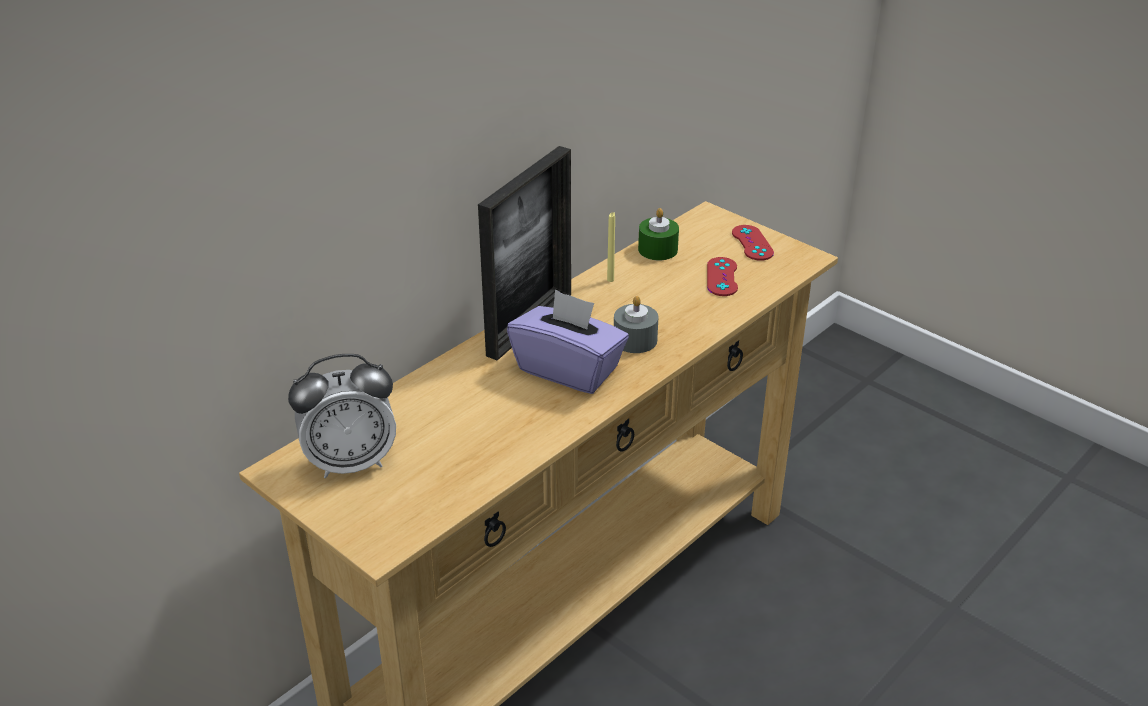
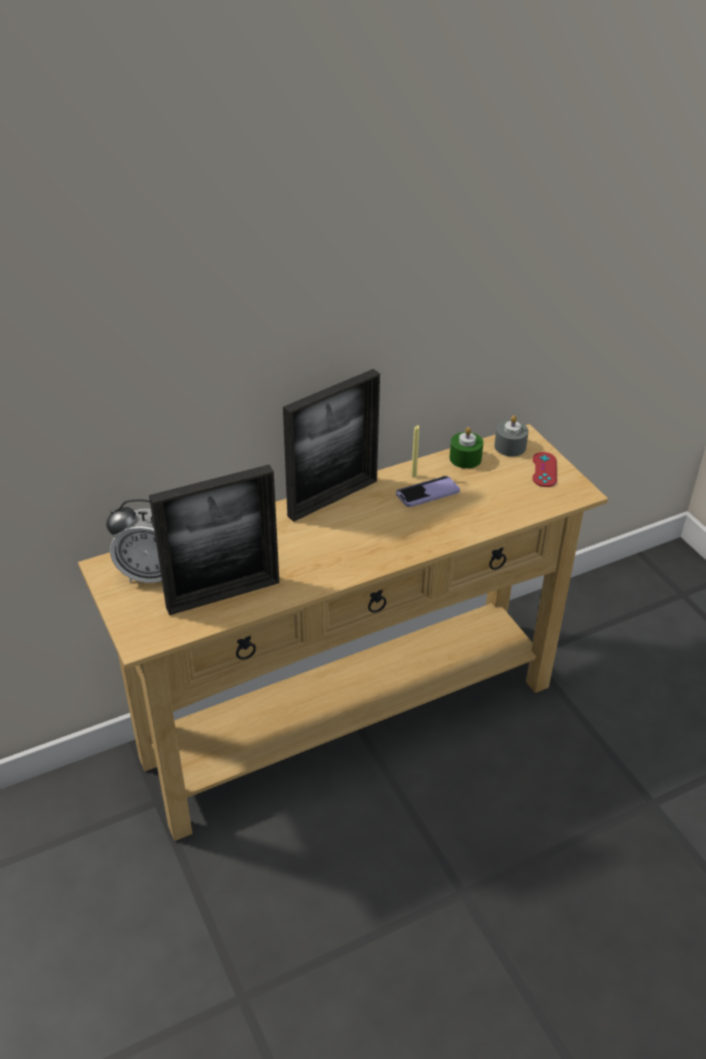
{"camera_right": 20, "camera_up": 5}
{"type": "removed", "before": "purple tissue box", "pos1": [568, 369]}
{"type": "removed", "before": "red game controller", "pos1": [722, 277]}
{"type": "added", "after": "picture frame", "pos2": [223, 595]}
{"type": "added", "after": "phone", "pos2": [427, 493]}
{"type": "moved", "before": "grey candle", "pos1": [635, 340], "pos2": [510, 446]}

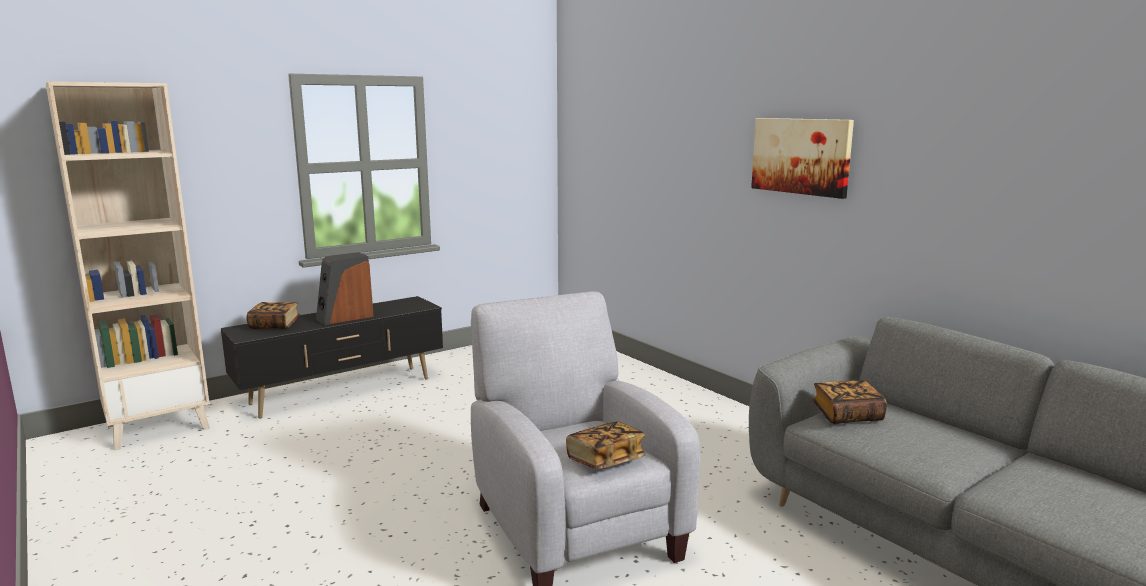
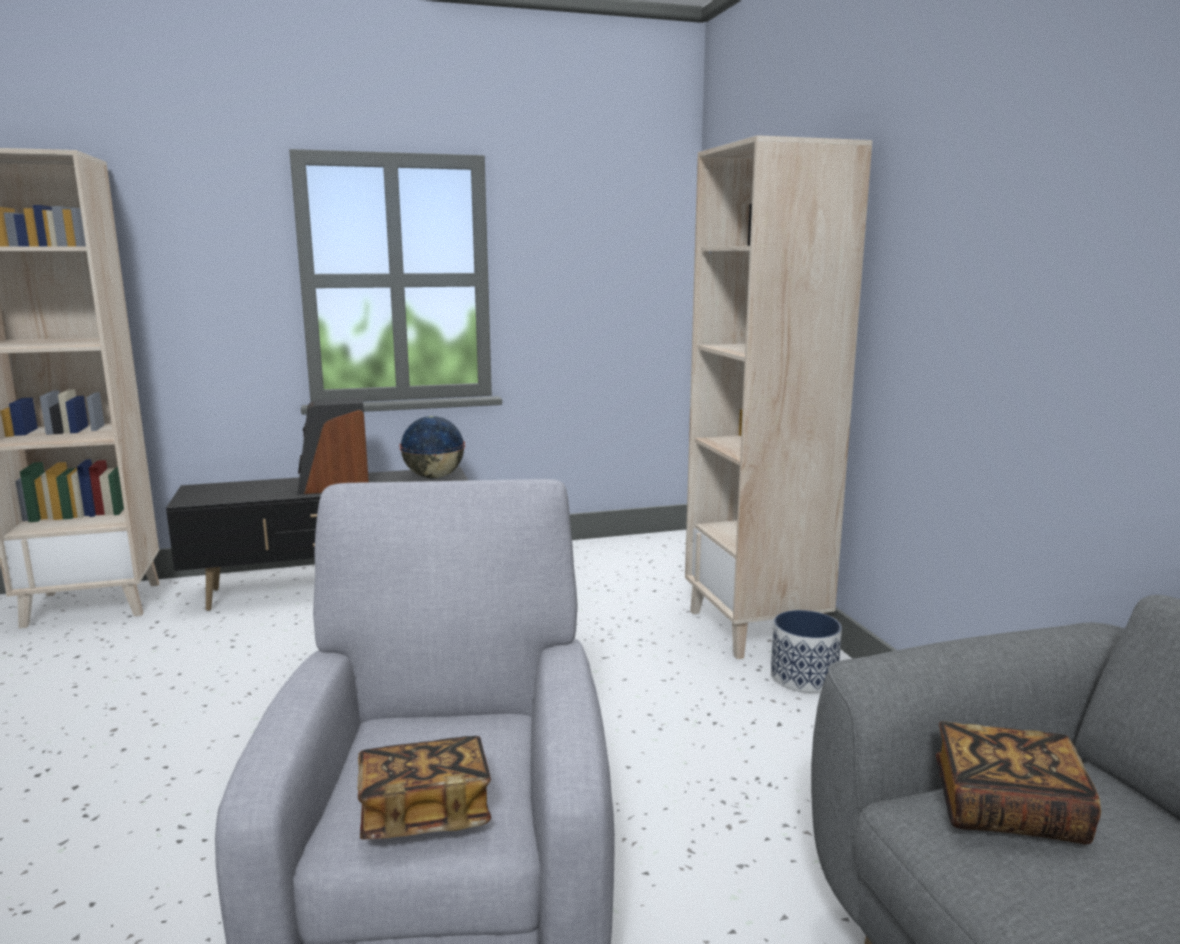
{"camera_right": 20, "camera_up": 0}
{"type": "removed", "before": "book", "pos1": [274, 325]}
{"type": "removed", "before": "picture", "pos1": [801, 156]}
{"type": "added", "after": "globe", "pos2": [434, 477]}
{"type": "added", "after": "beige bookcase", "pos2": [756, 628]}
{"type": "added", "after": "planter", "pos2": [804, 677]}

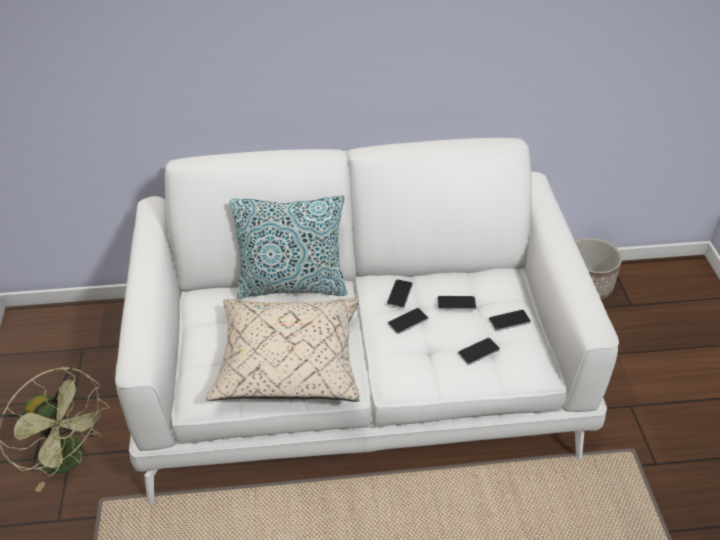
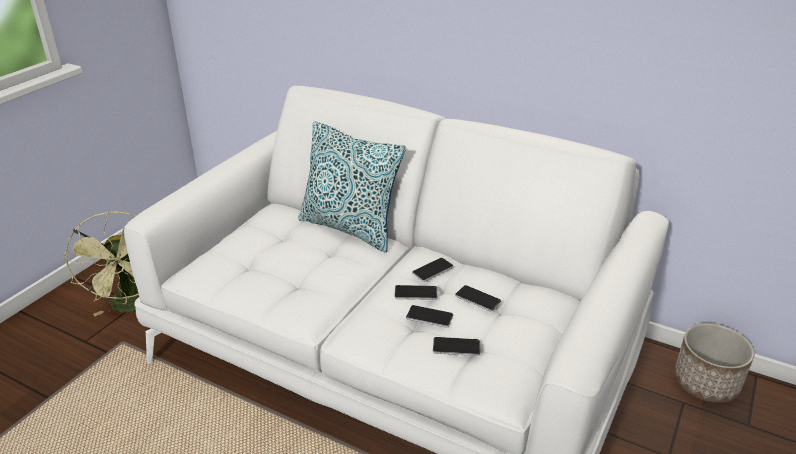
{"camera_right": 35, "camera_up": -10}
{"type": "removed", "before": "beige pillow", "pos1": [288, 363]}
{"type": "moved", "before": "phone", "pos1": [509, 321], "pos2": [429, 317]}

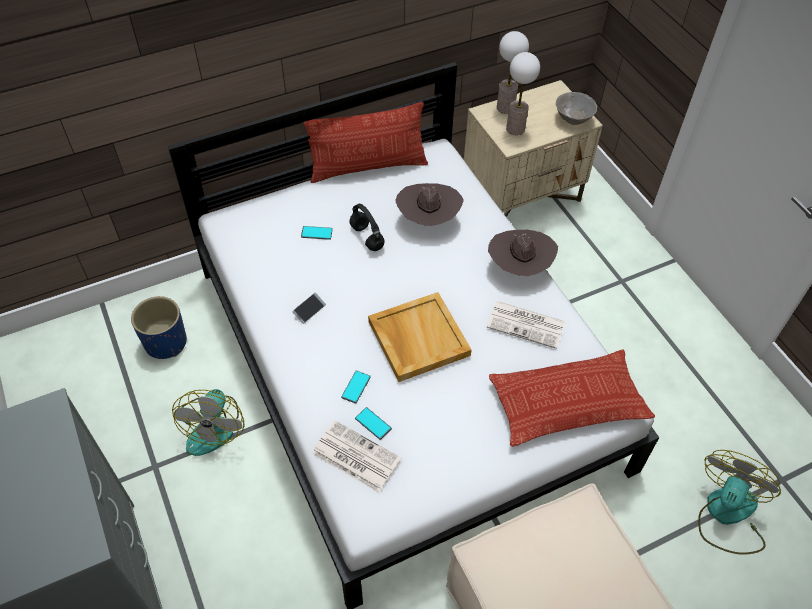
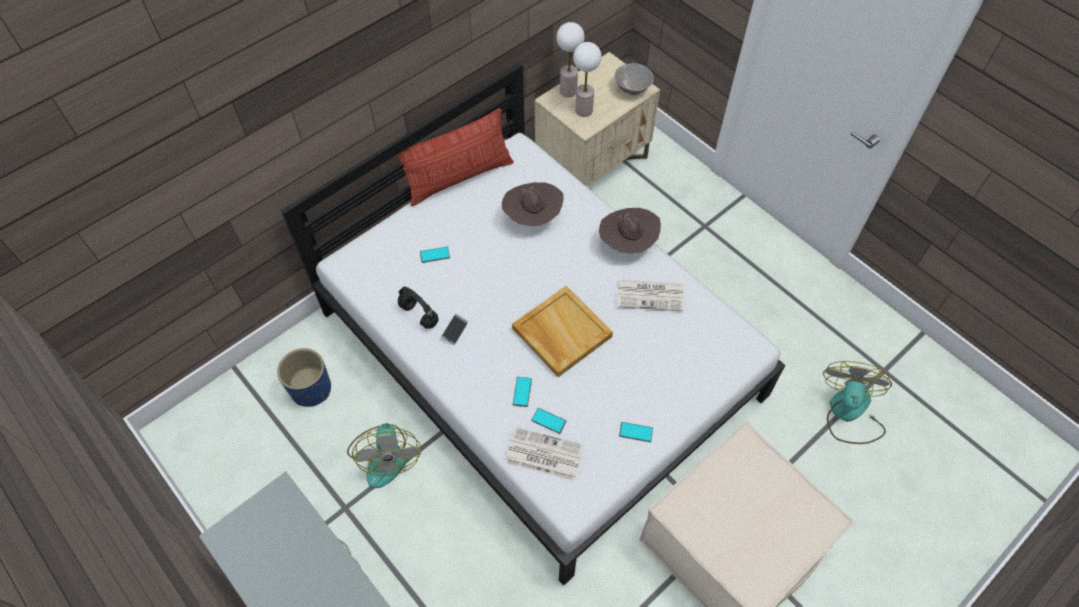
{"camera_right": -15, "camera_up": 5}
{"type": "removed", "before": "pillow", "pos1": [567, 402]}
{"type": "added", "after": "phone", "pos2": [636, 432]}
{"type": "moved", "before": "black headphones", "pos1": [367, 238], "pos2": [420, 315]}

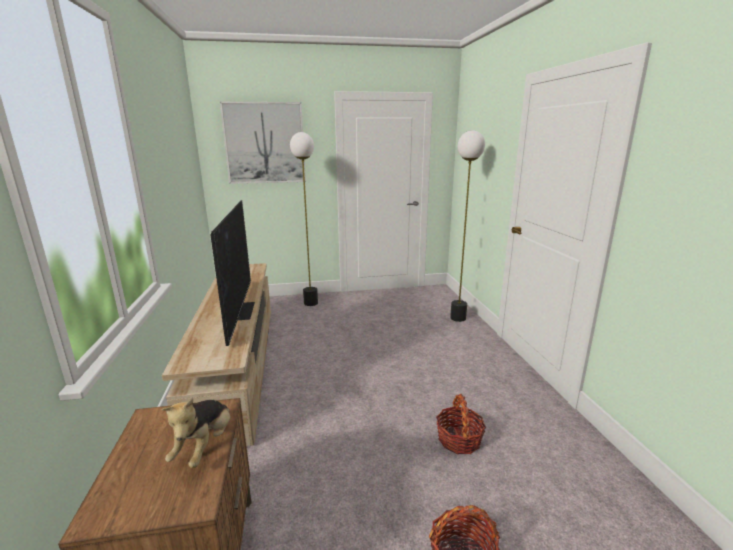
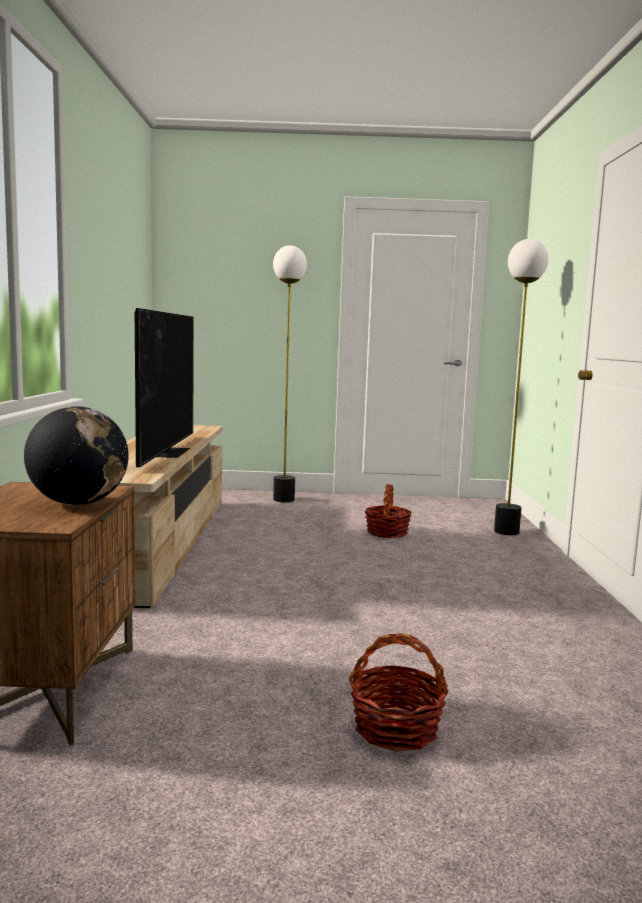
{"camera_right": 10, "camera_up": -10}
{"type": "removed", "before": "picture", "pos1": [265, 143]}
{"type": "moved", "before": "basket", "pos1": [459, 440], "pos2": [387, 532]}
{"type": "replaced", "before": "plush toy", "after": "globe", "pos1": [205, 446], "pos2": [78, 503]}

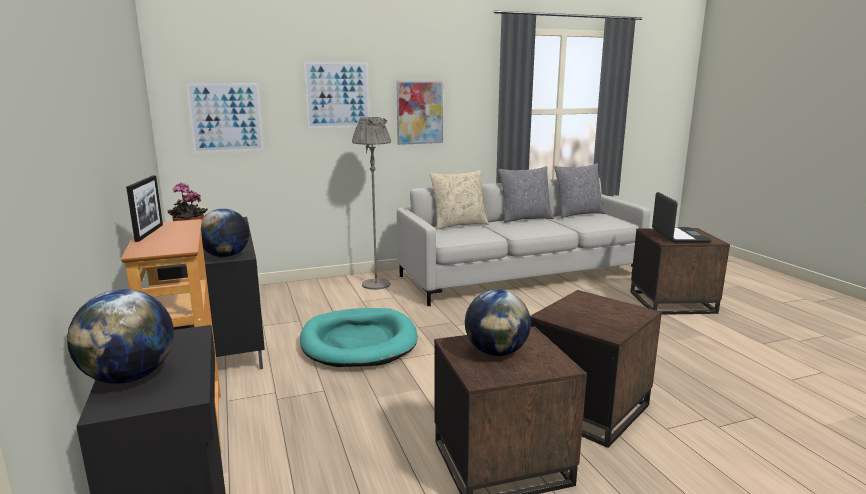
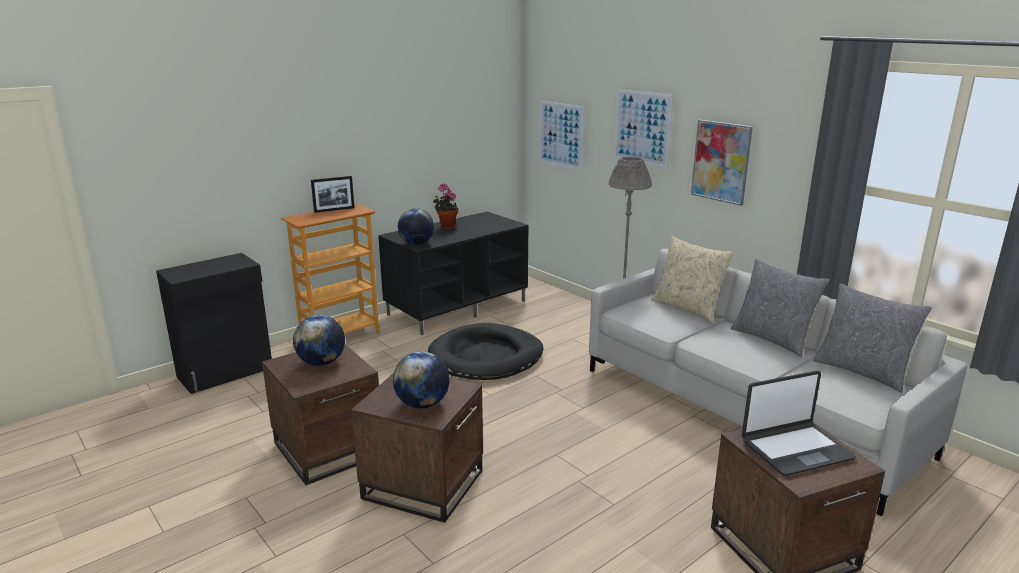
{"camera_right": 70, "camera_up": 5}
{"type": "moved", "before": "globe", "pos1": [130, 377], "pos2": [422, 404]}
{"type": "recoloured", "before": "turquoise dog bed", "after": "black dog bed", "pos1": [359, 342], "pos2": [486, 357]}

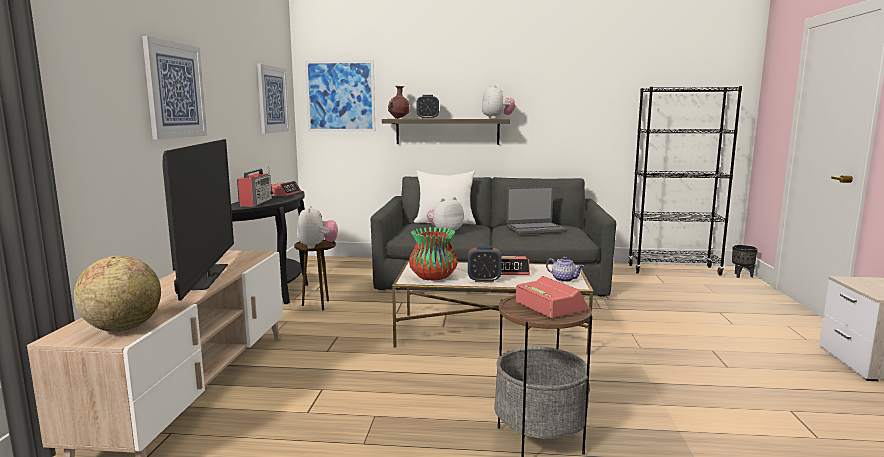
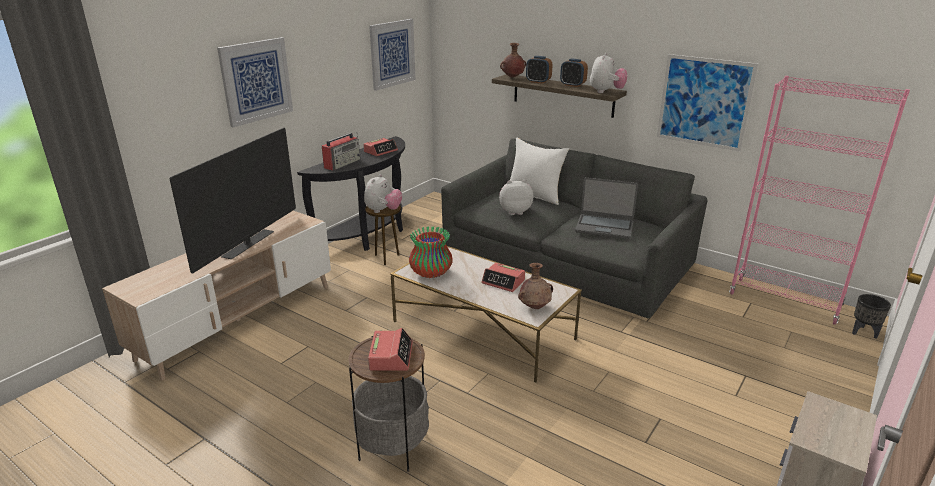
{"camera_right": 30, "camera_up": 15}
{"type": "removed", "before": "globe", "pos1": [123, 328]}
{"type": "moved", "before": "picture", "pos1": [340, 96], "pos2": [704, 102]}
{"type": "moved", "before": "alarm clock", "pos1": [484, 280], "pos2": [572, 85]}
{"type": "replaced", "before": "teapot", "after": "brown vase", "pos1": [564, 279], "pos2": [535, 307]}
{"type": "recoloured", "before": "black bookcase", "after": "pink bookcase", "pos1": [673, 270], "pos2": [785, 301]}

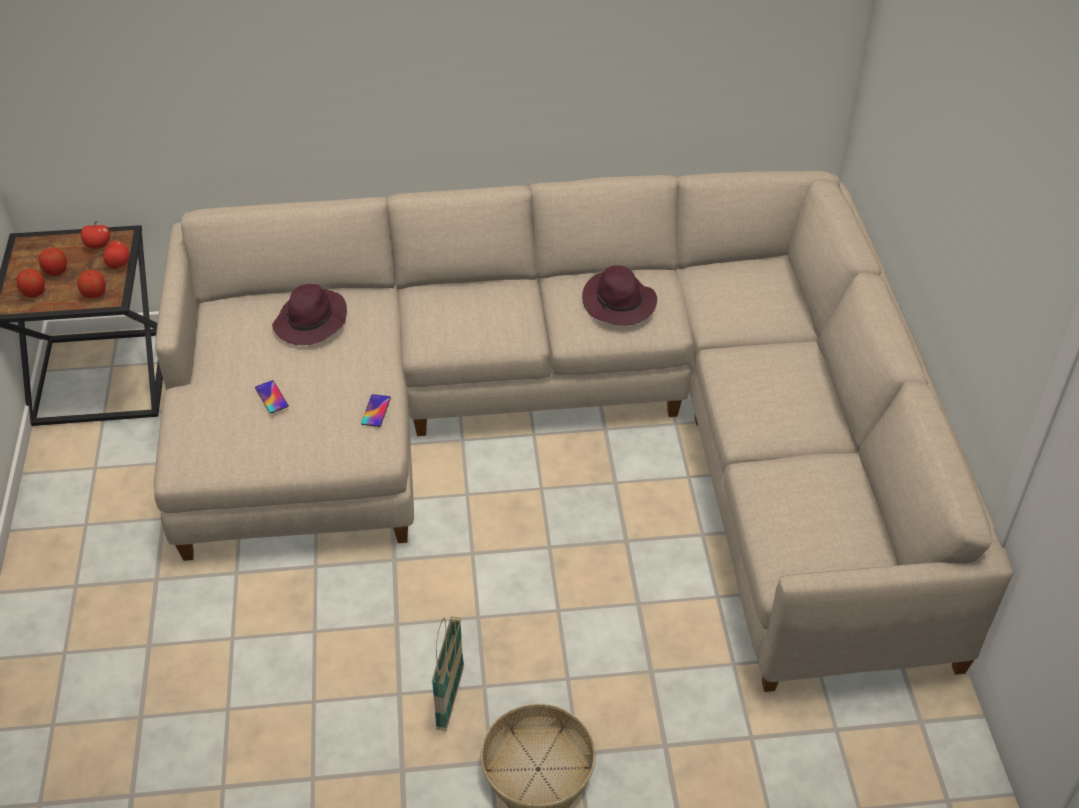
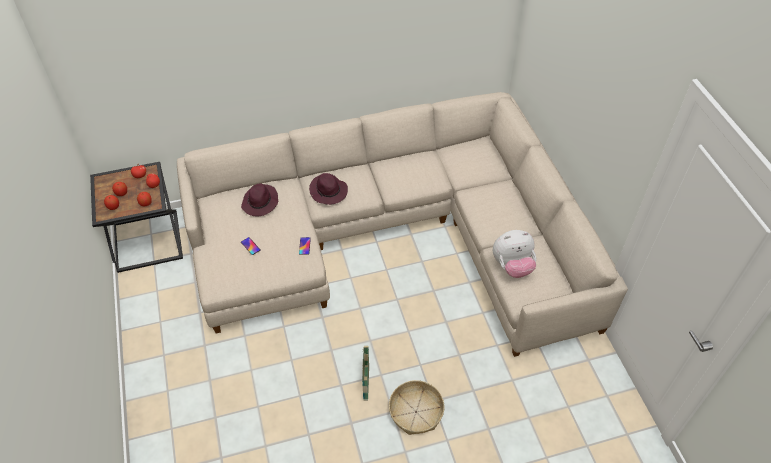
{"camera_right": -10, "camera_up": 5}
{"type": "added", "after": "plush toy", "pos2": [512, 266]}
{"type": "moved", "before": "purple hat", "pos1": [619, 303], "pos2": [329, 191]}

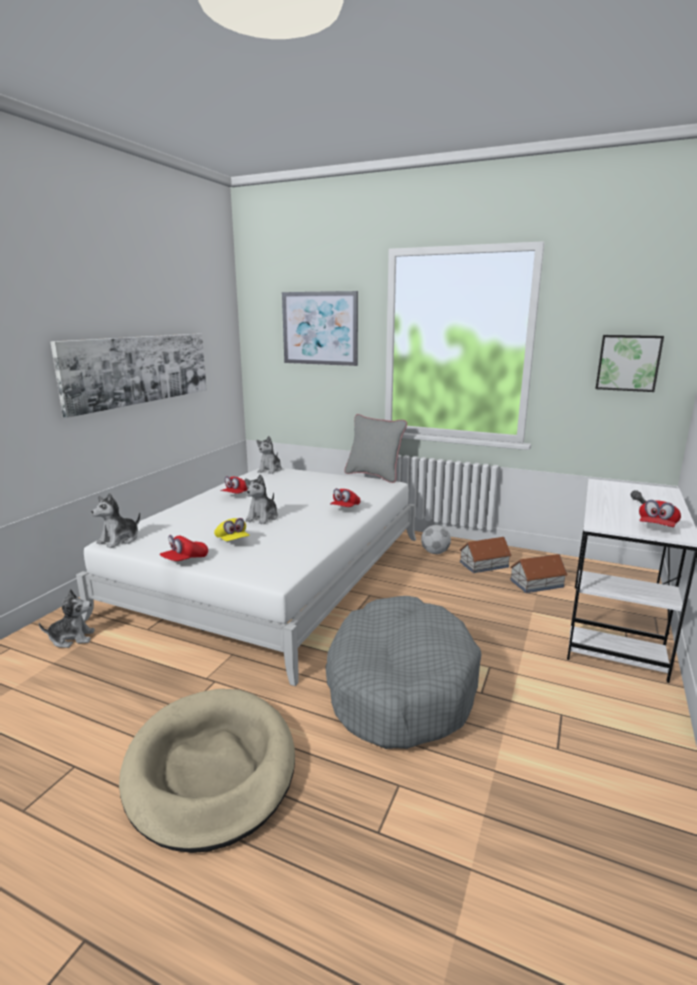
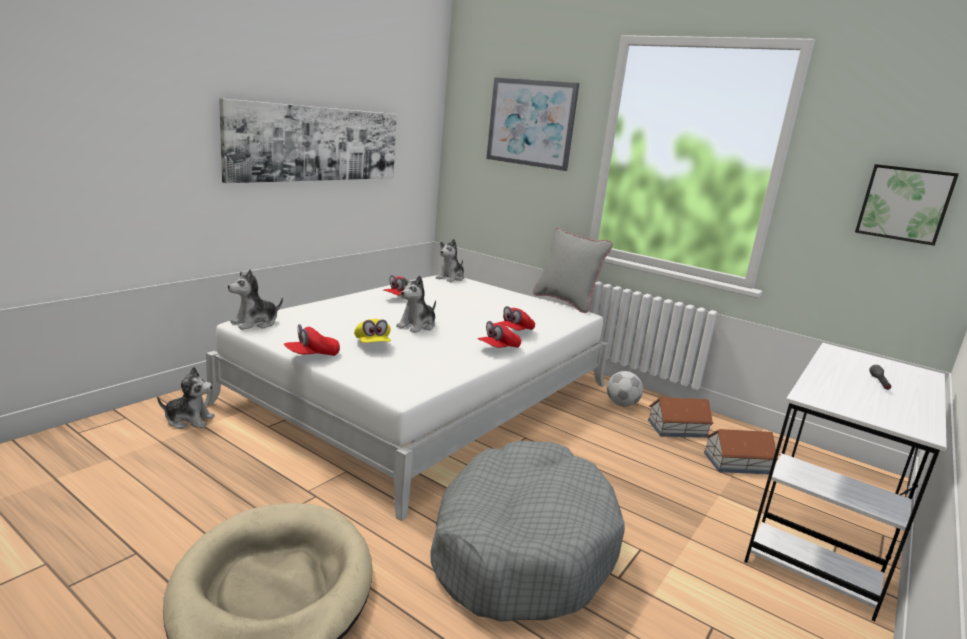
{"camera_right": 10, "camera_up": 0}
{"type": "moved", "before": "red cap", "pos1": [656, 527], "pos2": [498, 348]}

